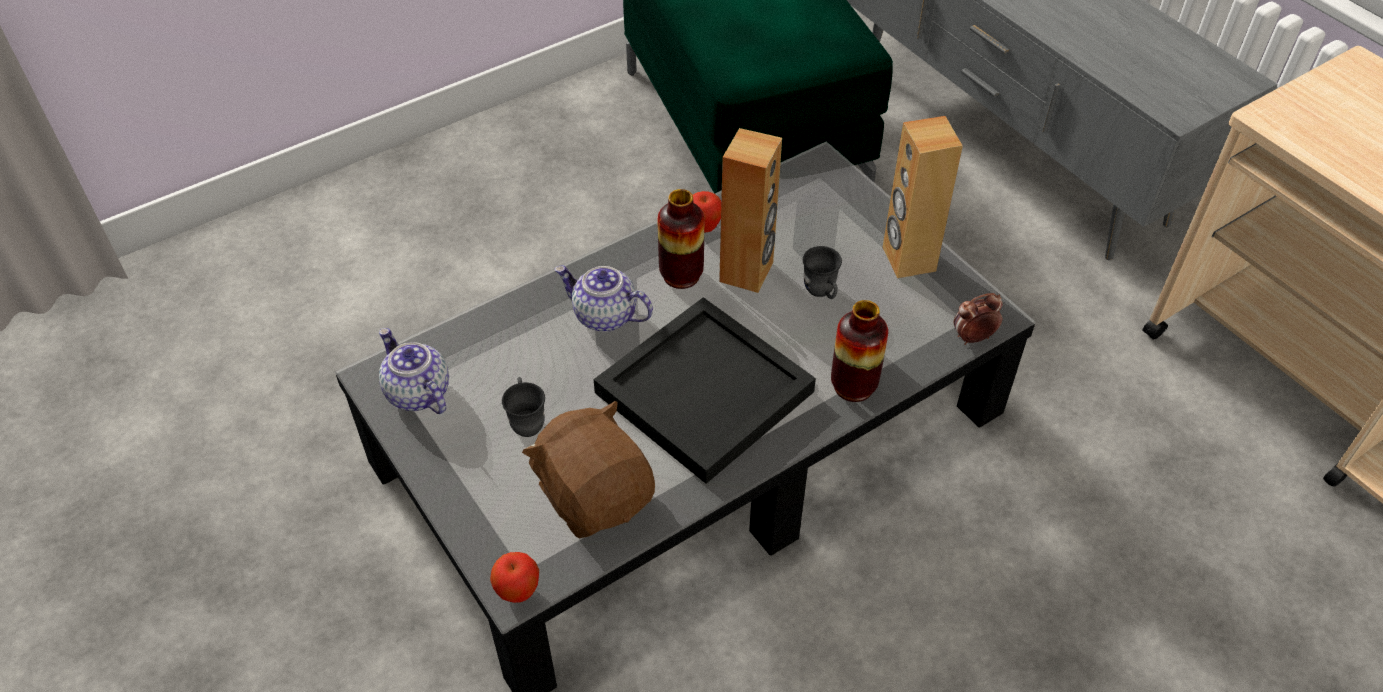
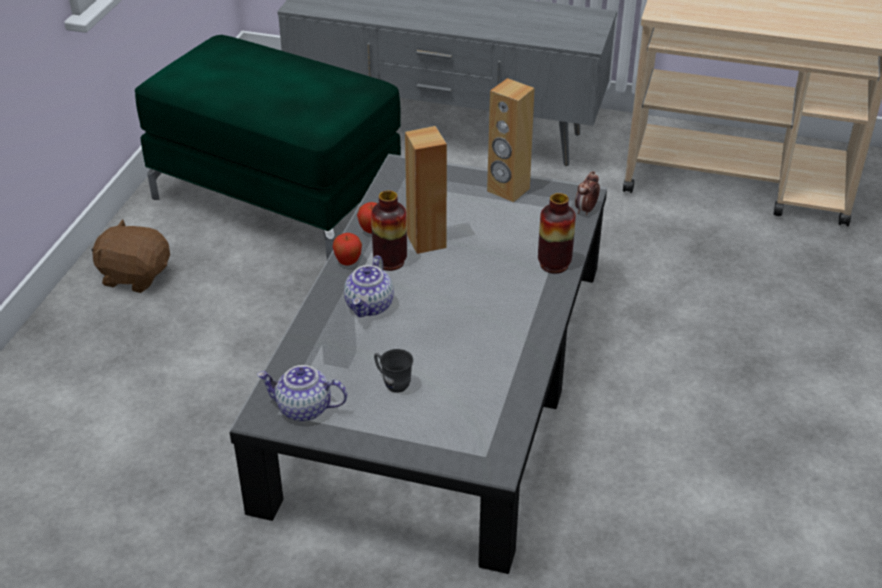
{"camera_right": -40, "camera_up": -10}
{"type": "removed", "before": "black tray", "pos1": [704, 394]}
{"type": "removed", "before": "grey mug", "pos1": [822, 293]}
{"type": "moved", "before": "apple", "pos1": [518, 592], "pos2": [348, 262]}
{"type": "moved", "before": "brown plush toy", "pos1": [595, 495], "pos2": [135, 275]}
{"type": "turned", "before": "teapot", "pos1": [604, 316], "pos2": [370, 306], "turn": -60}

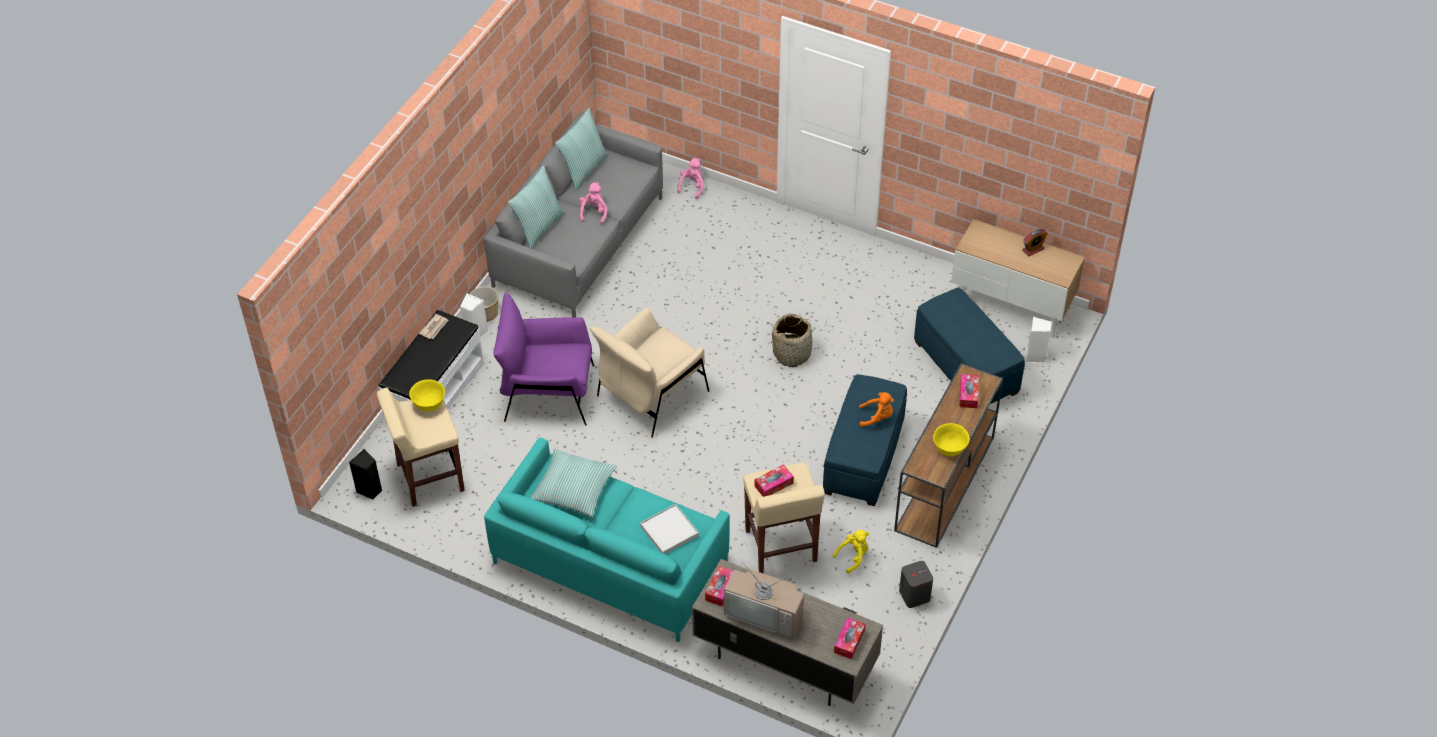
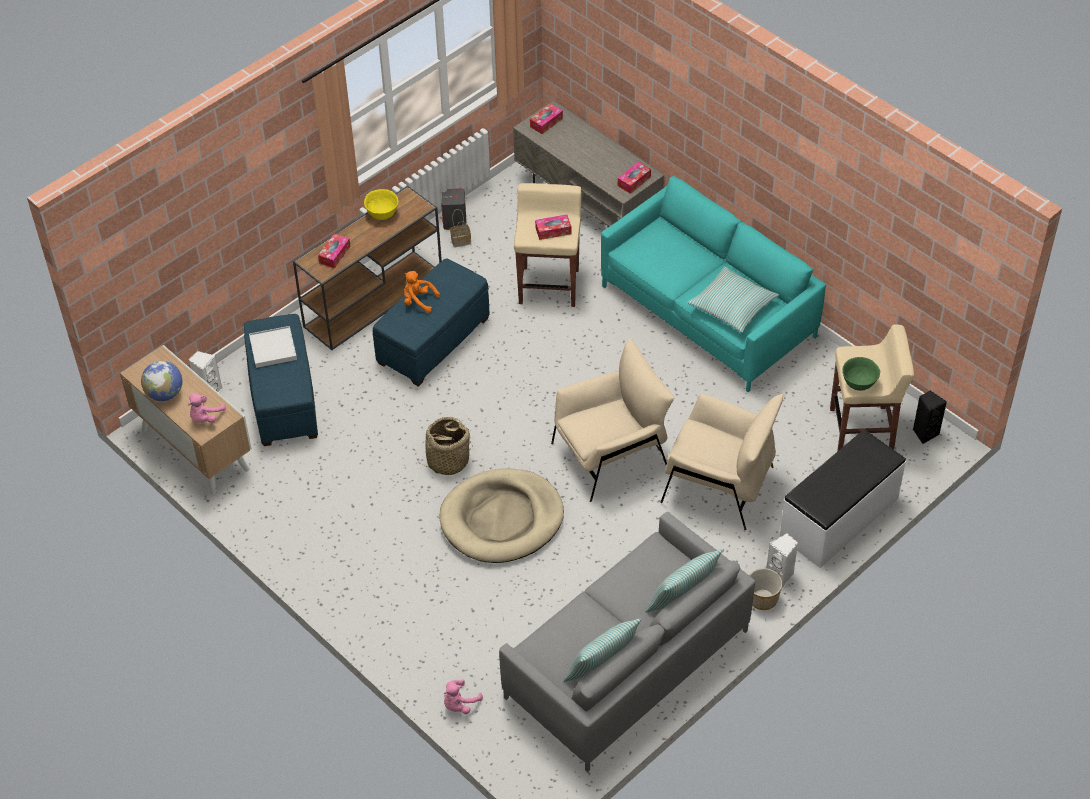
{"camera_right": -160, "camera_up": 0}
{"type": "removed", "before": "newspaper", "pos1": [434, 327]}
{"type": "removed", "before": "television", "pos1": [766, 613]}
{"type": "removed", "before": "yellow plush toy", "pos1": [853, 557]}
{"type": "added", "after": "beige dog bed", "pos2": [502, 519]}
{"type": "added", "after": "basket", "pos2": [461, 240]}
{"type": "moved", "before": "pink plush toy", "pos1": [594, 212], "pos2": [205, 417]}
{"type": "moved", "before": "white tray", "pos1": [669, 531], "pos2": [273, 349]}
{"type": "replaced", "before": "alarm clock", "after": "globe", "pos1": [1033, 249], "pos2": [165, 394]}
{"type": "recoloured", "before": "yellow bowl", "after": "green bowl", "pos1": [429, 404], "pos2": [859, 383]}
{"type": "recoloured", "before": "purple armchair", "after": "beige armchair", "pos1": [548, 393], "pos2": [718, 485]}

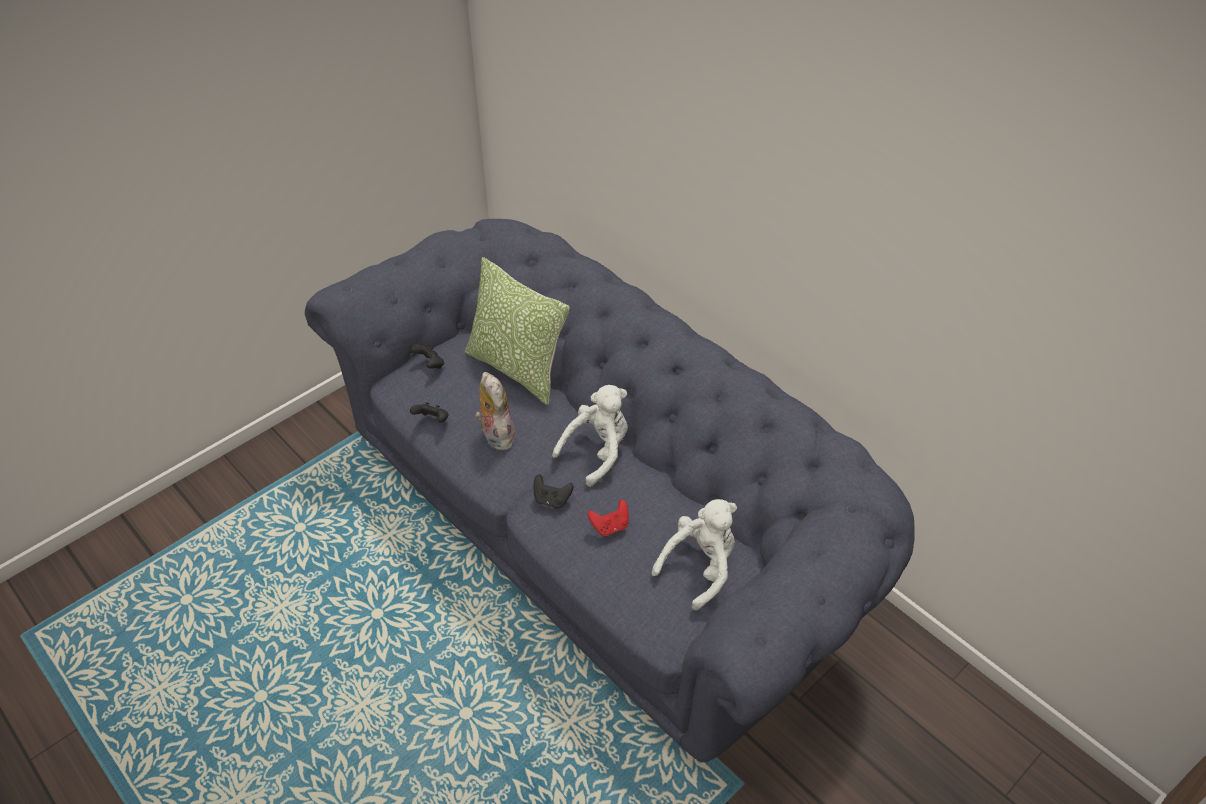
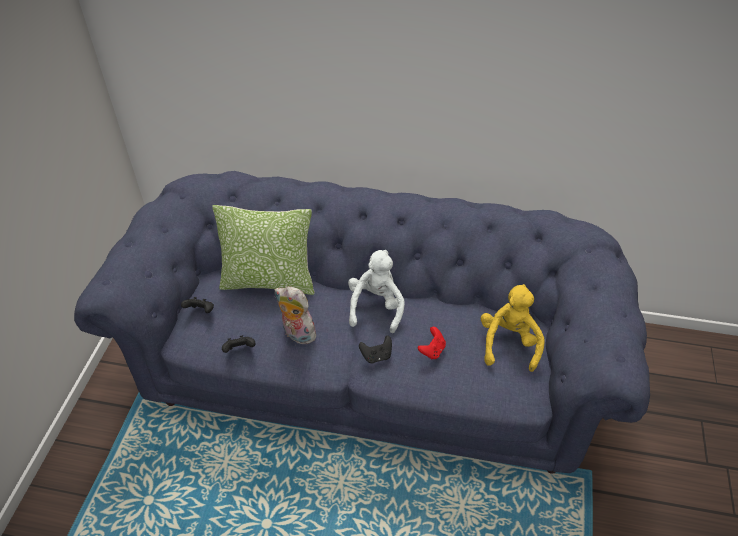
{"camera_right": -35, "camera_up": 0}
{"type": "recoloured", "before": "white plush toy", "after": "yellow plush toy", "pos1": [700, 567], "pos2": [509, 343]}

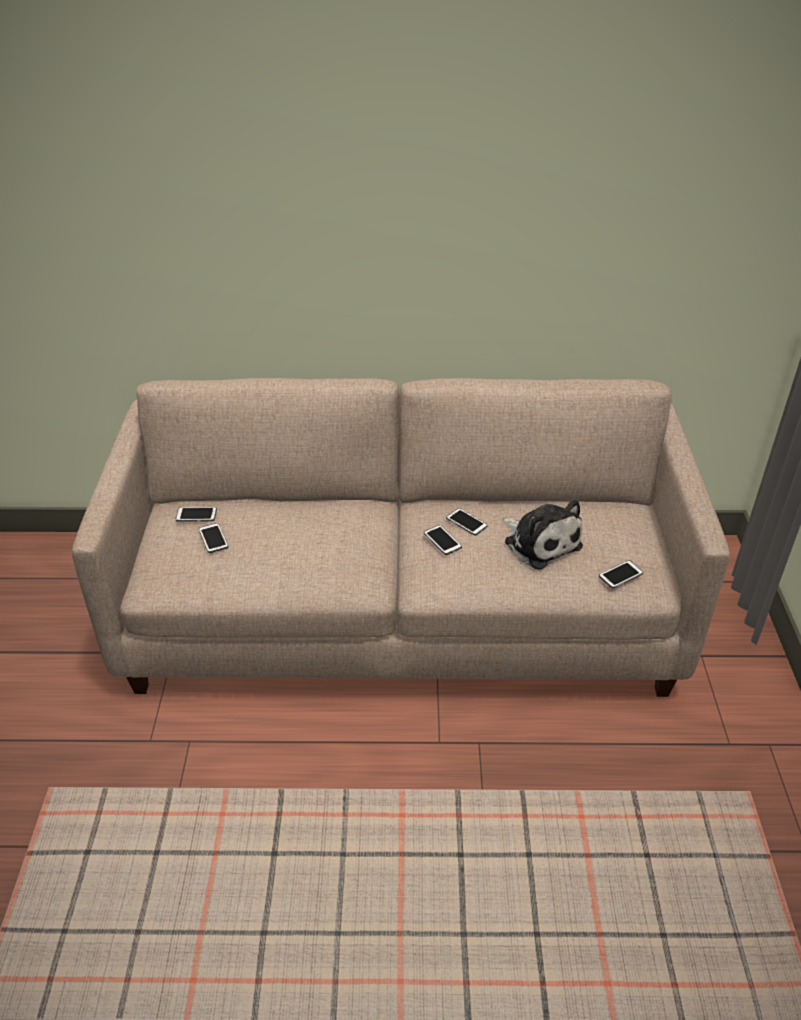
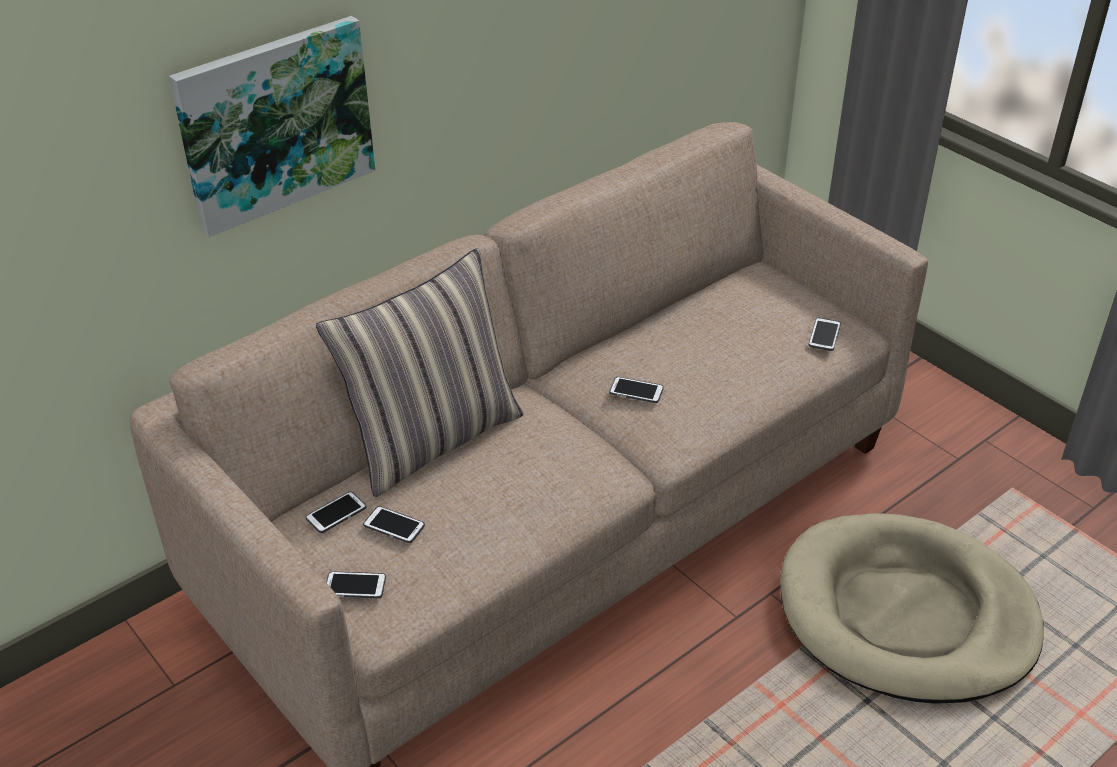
{"camera_right": -40, "camera_up": 0}
{"type": "removed", "before": "plush toy", "pos1": [540, 542]}
{"type": "added", "after": "picture", "pos2": [275, 123]}
{"type": "added", "after": "pillow", "pos2": [433, 438]}
{"type": "added", "after": "beige dog bed", "pos2": [906, 614]}
{"type": "moved", "before": "phone", "pos1": [466, 522], "pos2": [355, 586]}

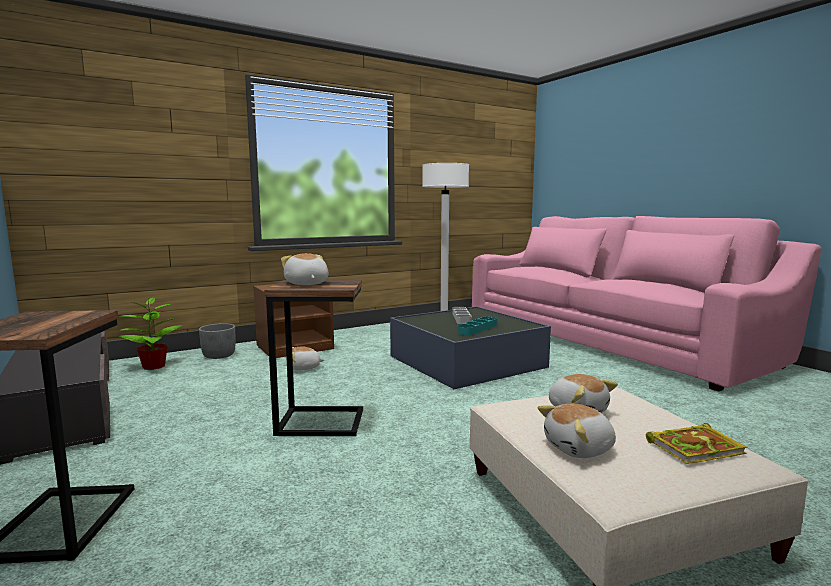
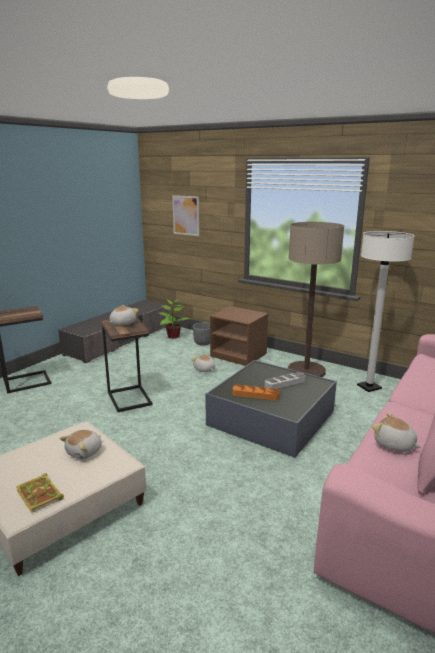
{"camera_right": 65, "camera_up": 10}
{"type": "added", "after": "picture", "pos2": [186, 215]}
{"type": "added", "after": "floor lamp", "pos2": [306, 371]}
{"type": "moved", "before": "plush toy", "pos1": [580, 449], "pos2": [394, 445]}
{"type": "recoloured", "before": "turquoise tray", "after": "orange tray", "pos1": [477, 329], "pos2": [255, 395]}

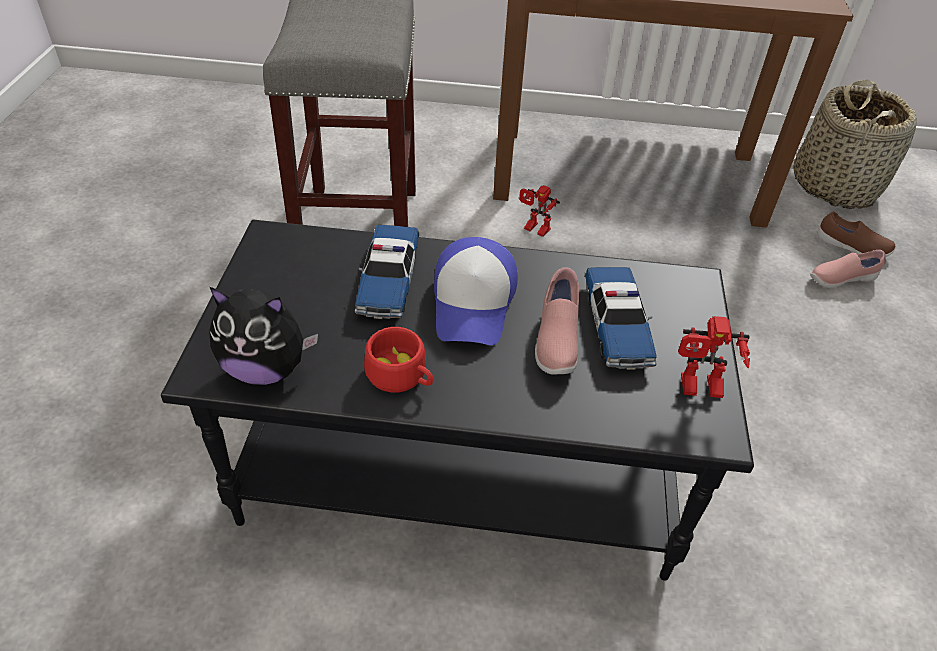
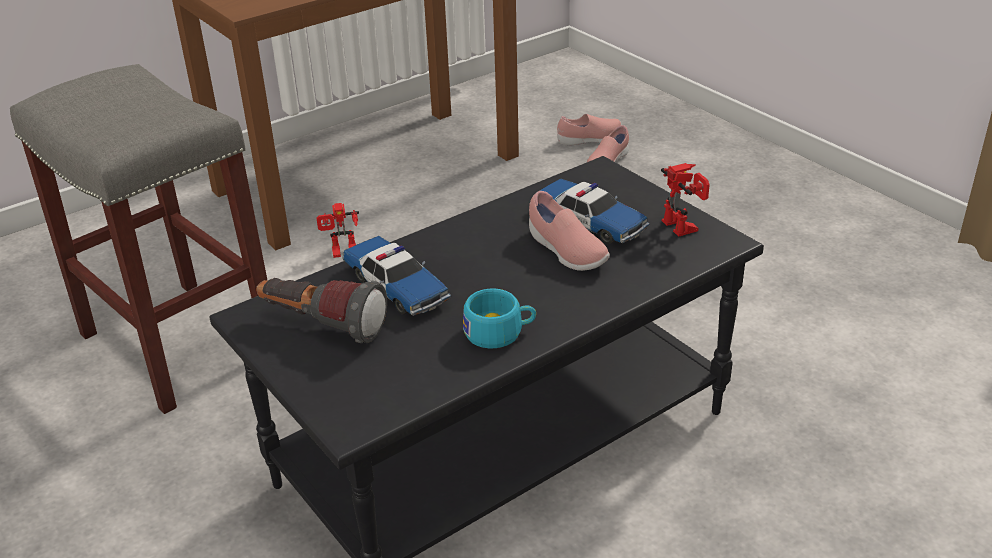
{"camera_right": -40, "camera_up": -10}
{"type": "removed", "before": "plush toy", "pos1": [266, 368]}
{"type": "removed", "before": "cap", "pos1": [473, 303]}
{"type": "removed", "before": "basket", "pos1": [835, 186]}
{"type": "added", "after": "flashlight", "pos2": [322, 326]}
{"type": "recoloured", "before": "red cup", "after": "turquoise cup", "pos1": [401, 376], "pos2": [500, 333]}
{"type": "recoloured", "before": "brown shoe", "after": "pink shoe", "pos1": [851, 247], "pos2": [589, 139]}
{"type": "turned", "before": "toy robot", "pos1": [699, 390], "pos2": [685, 226], "turn": -75}

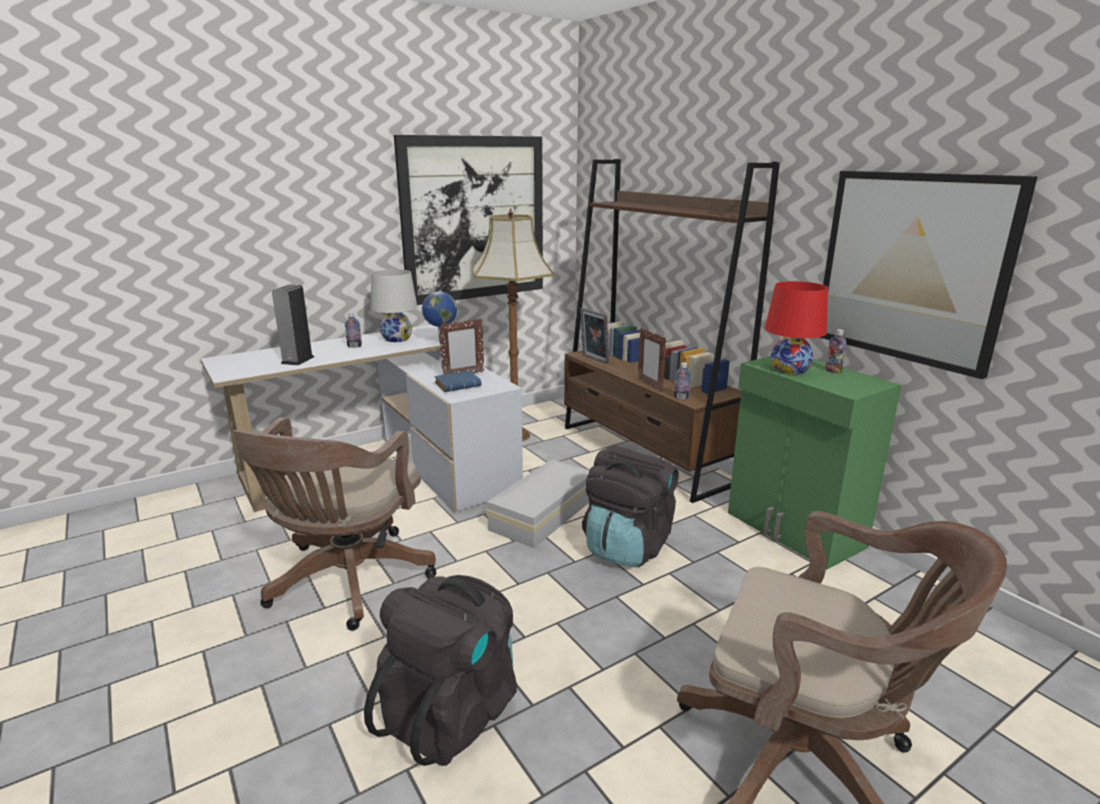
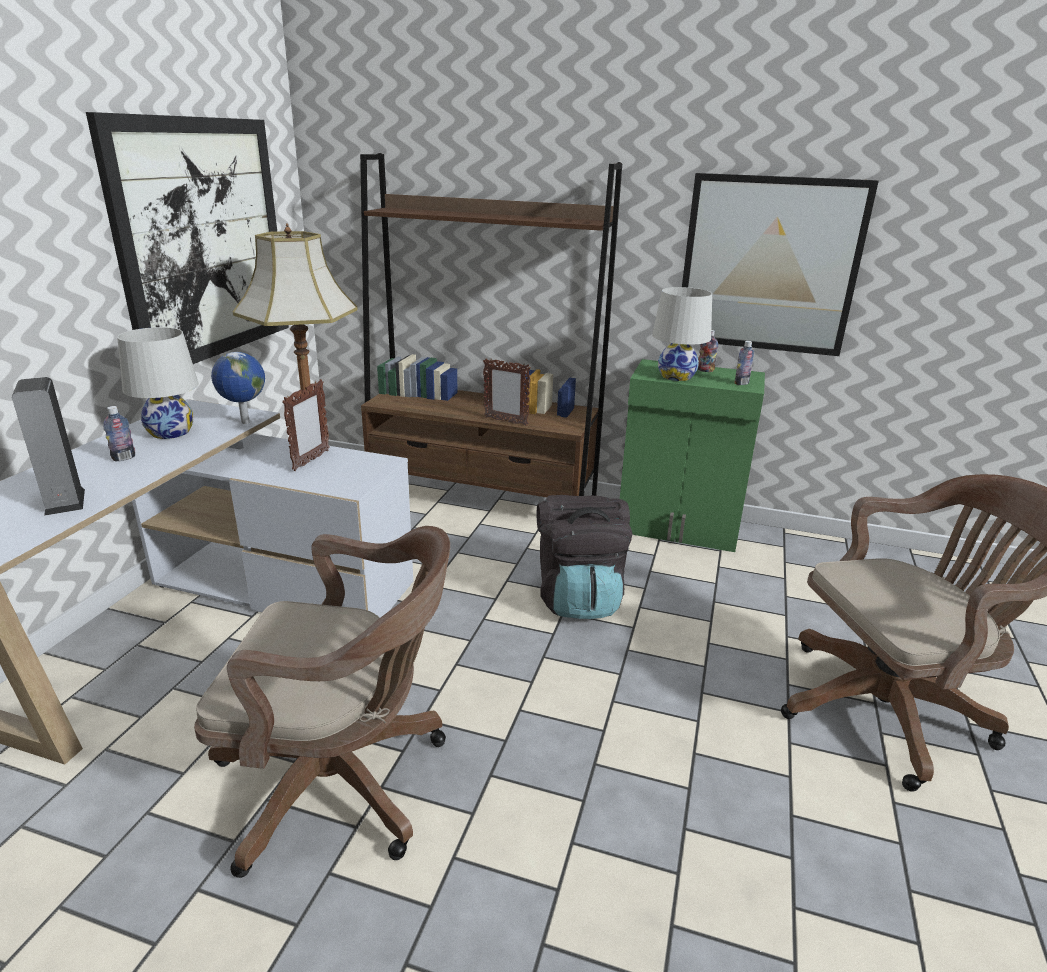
{"camera_right": -40, "camera_up": 5}
{"type": "removed", "before": "black backpack", "pos1": [452, 711]}
{"type": "removed", "before": "blue book", "pos1": [458, 385]}
{"type": "removed", "before": "white storage box", "pos1": [545, 513]}
{"type": "removed", "before": "picture frame", "pos1": [593, 359]}
{"type": "moved", "before": "bottle", "pos1": [681, 398], "pos2": [741, 383]}
{"type": "recoloured", "before": "red table lamp", "after": "white table lamp", "pos1": [790, 370], "pos2": [676, 376]}
{"type": "turned", "before": "brown office chair", "pos1": [346, 583], "pos2": [344, 782], "turn": -60}

